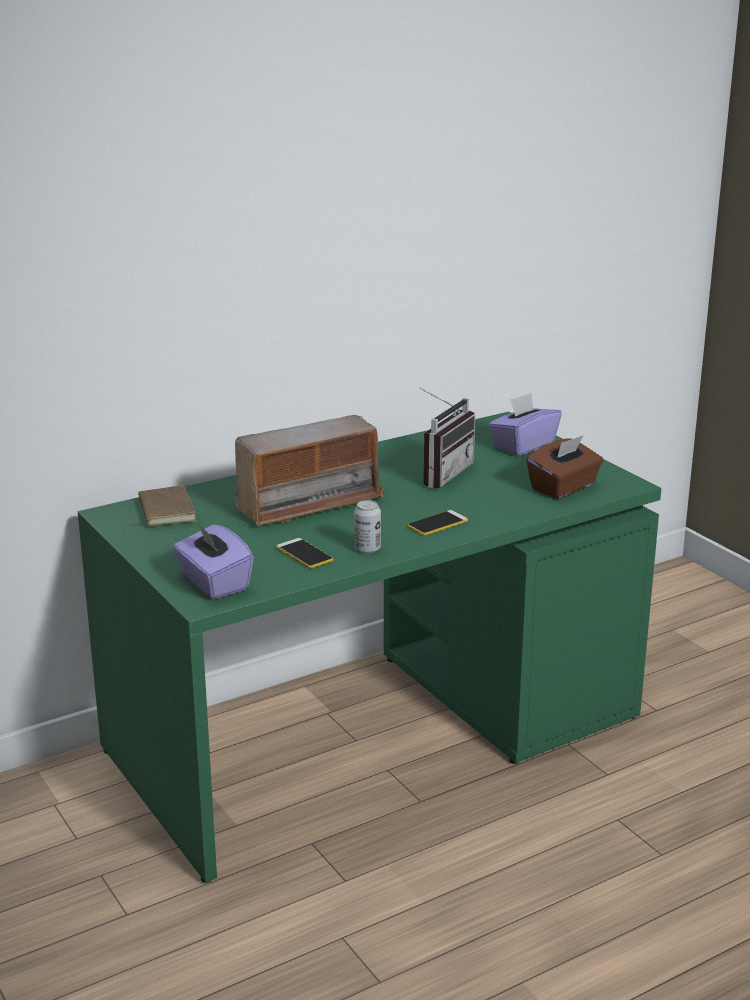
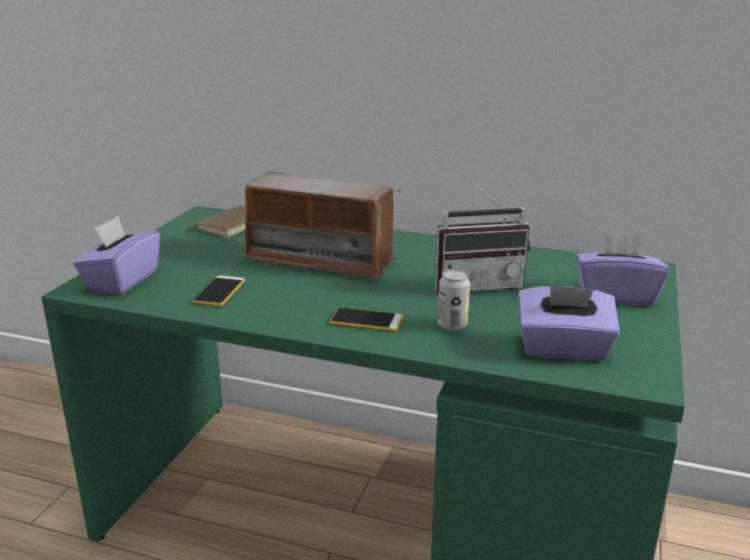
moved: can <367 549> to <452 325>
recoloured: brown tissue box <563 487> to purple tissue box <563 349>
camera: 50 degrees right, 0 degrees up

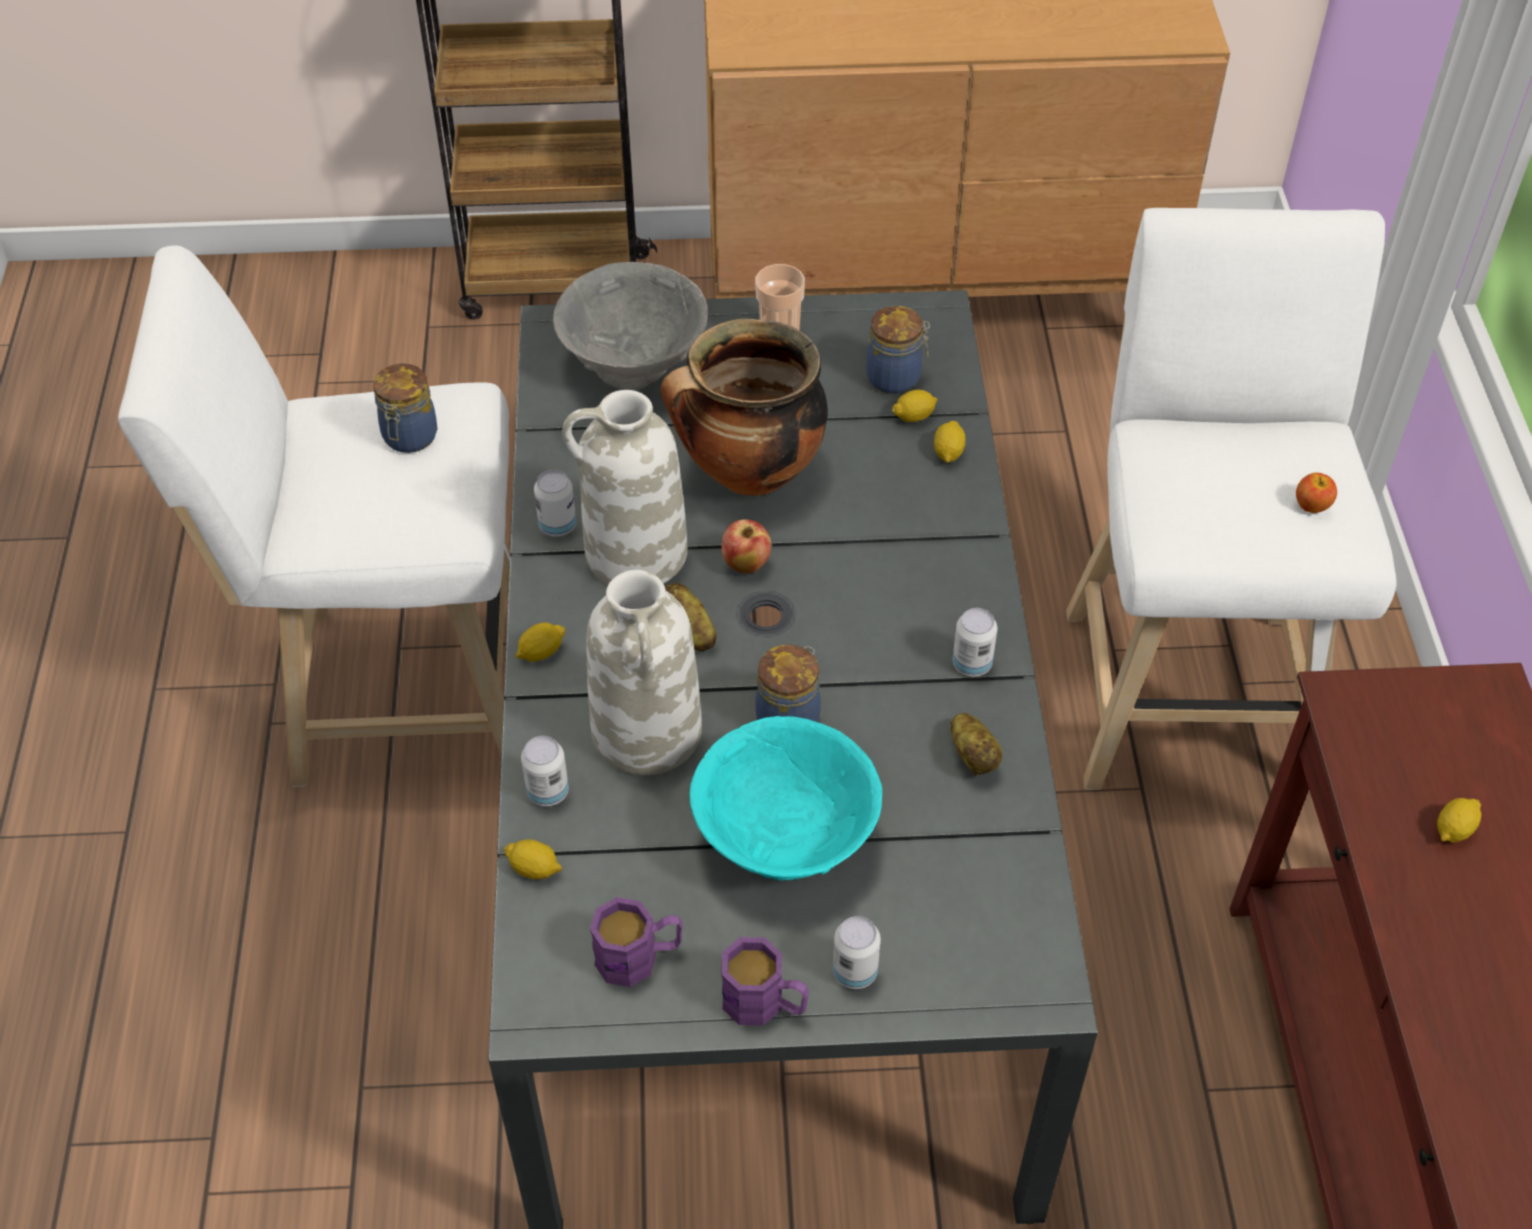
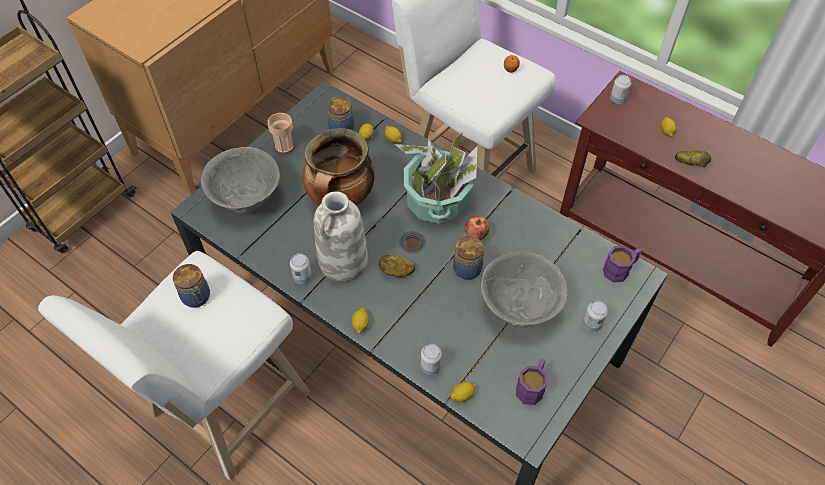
removed: white vase <648 733>
added: potted plant <437 201>
moved: apple <745 564> to <476 235>; purple mug <765 1004> to <620 269>; potato <974 755> to <690 163>; can <972 664> to <617 99>
recoloured: turquoise bowl <785 840> to grey bowl <519 306>
camera: 50 degrees left, 5 degrees up

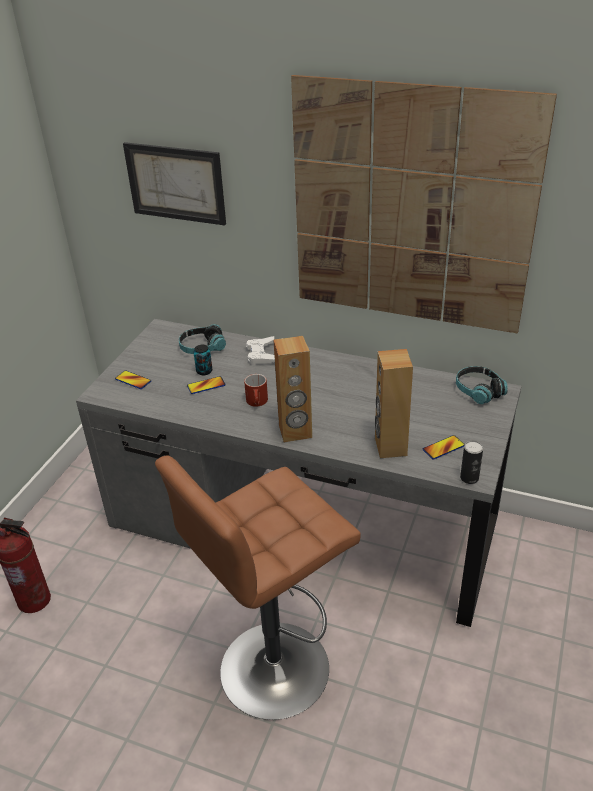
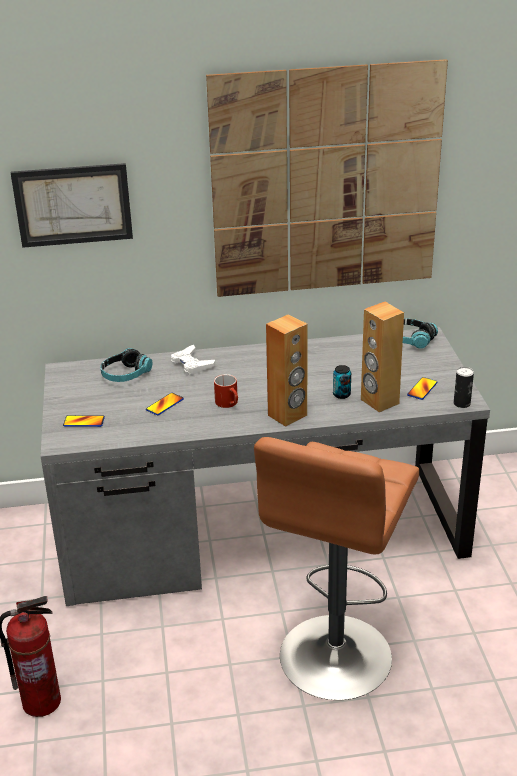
moved: can <204 371> to <341 394>
camera: 30 degrees left, 5 degrees down

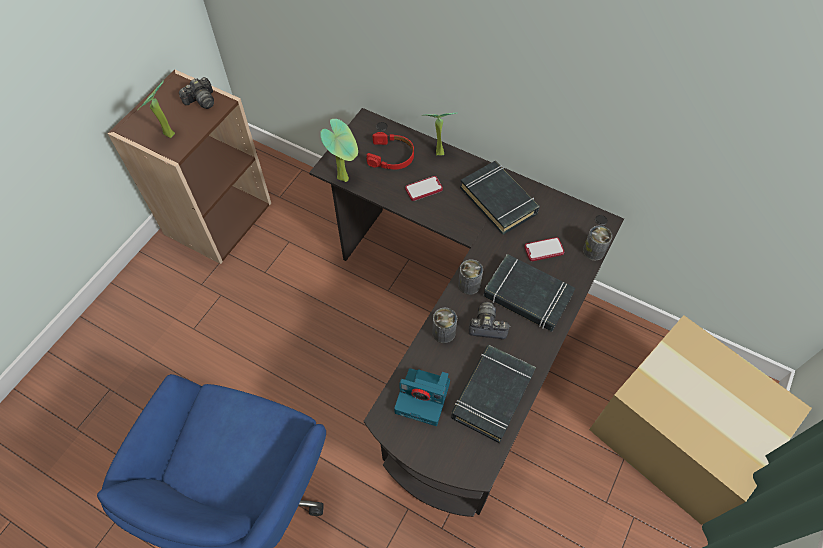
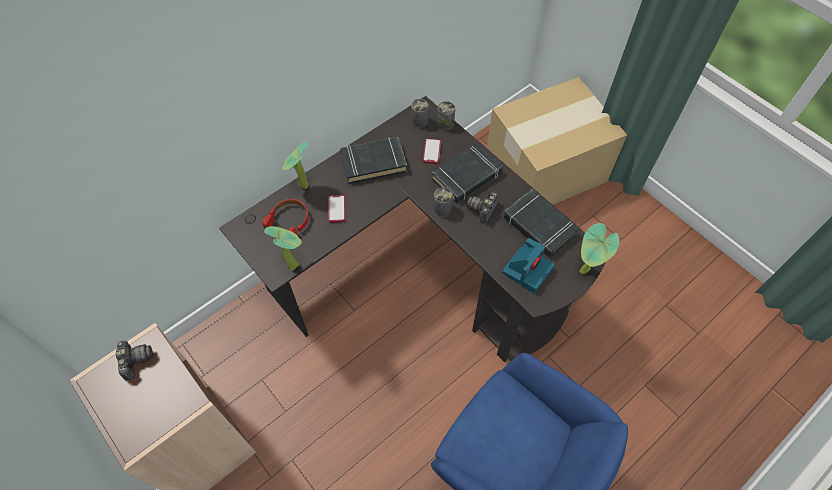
moved: potted plant <166 135> to <585 272>; can <443 332> to <419 121>
camera: 70 degrees left, 0 degrees up

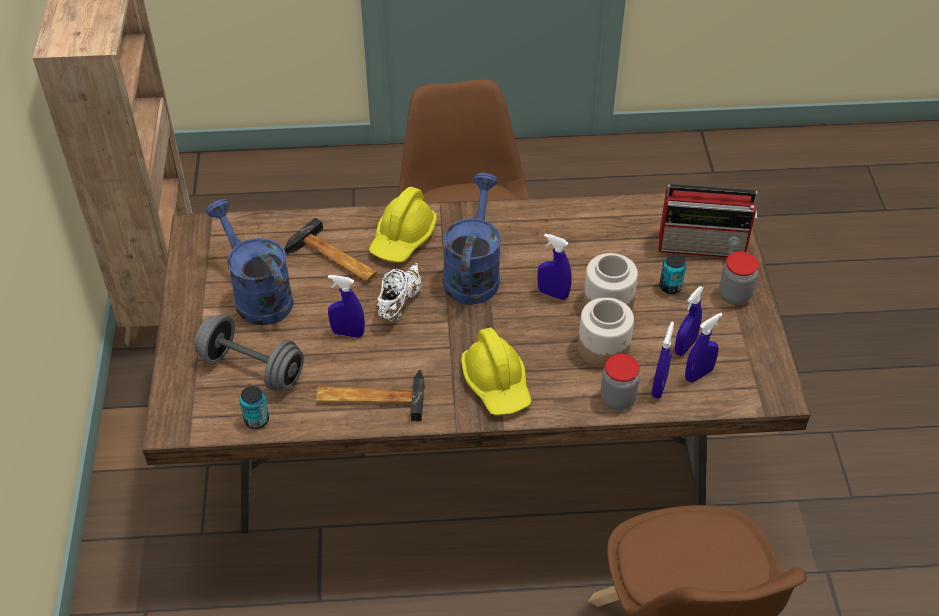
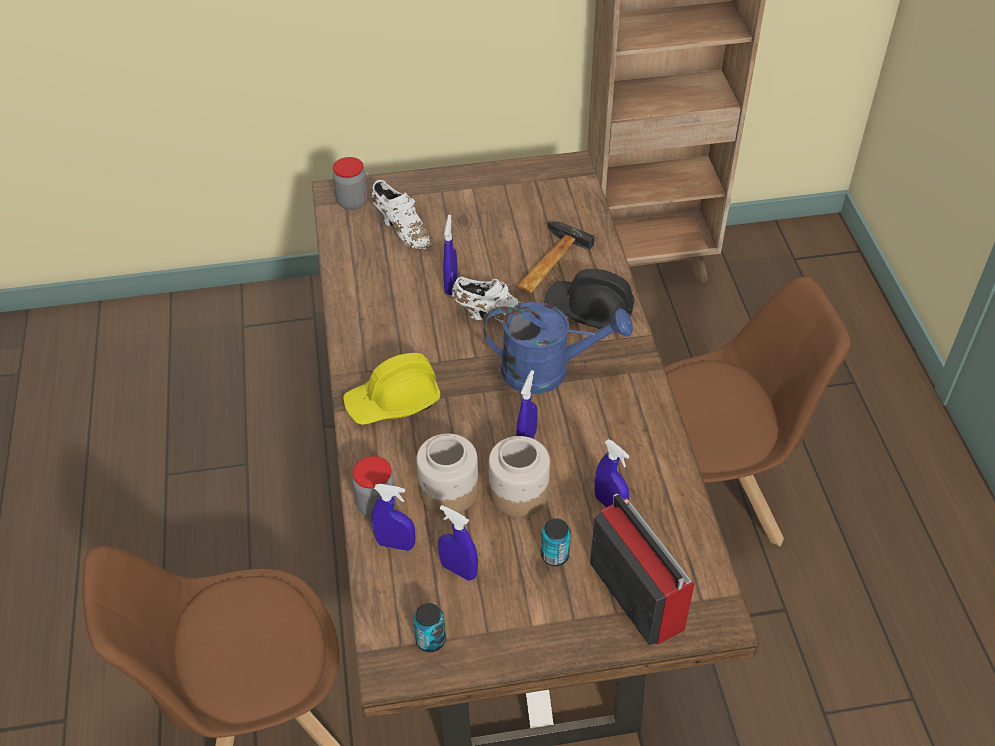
removed: blue watering can <257 295>; hammer <370 397>
moved: can <256 420> to <430 640>; blue spray bottle <698 374> to <610 505>; jar <734 295> to <352 202>
replaced: grey dumbbell <252 368> to white shoe <402 229>
recoloured: yellow hard hat <403 238> to black hard hat <589 310>
turned: radio <703 245> = <635 592> 150 degrees clockwise
camera: 85 degrees right, 0 degrees up

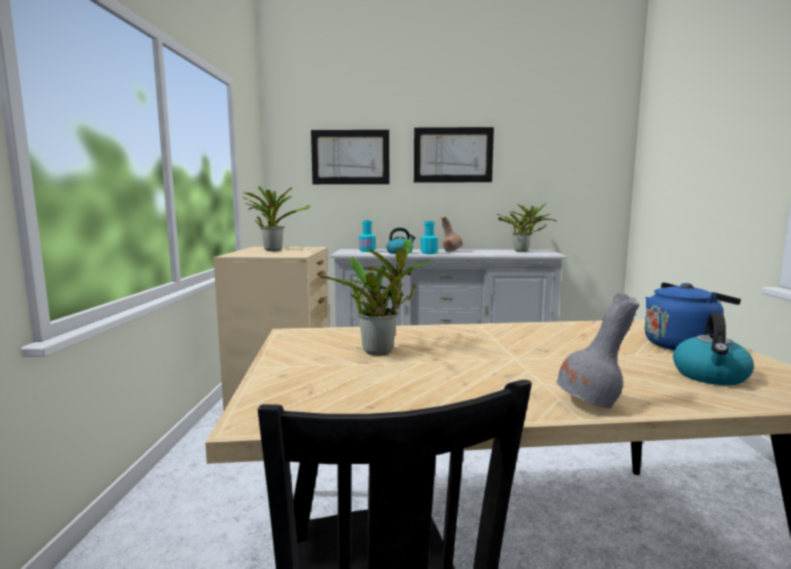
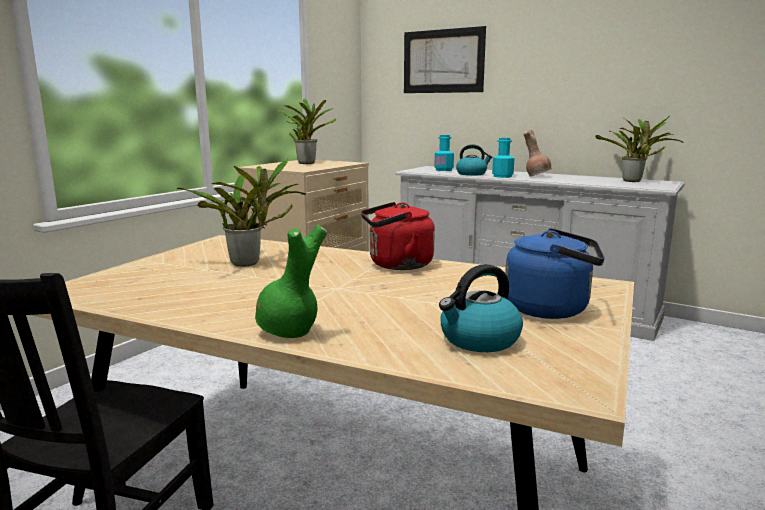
removed: picture <453 155>
added: red kettle <397 265>
recoloured: grey vase <590 404> to green vase <289 332>
camera: 30 degrees right, 5 degrees up

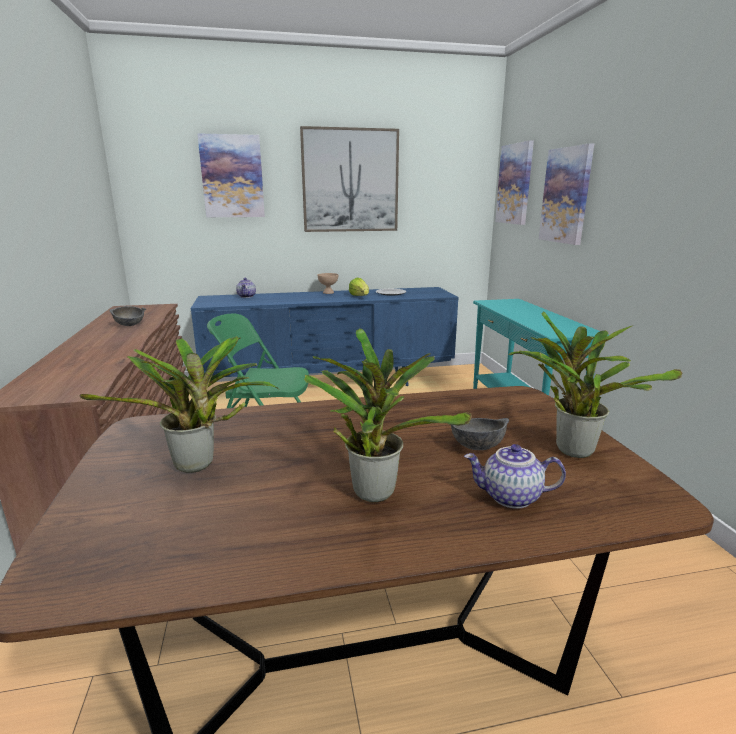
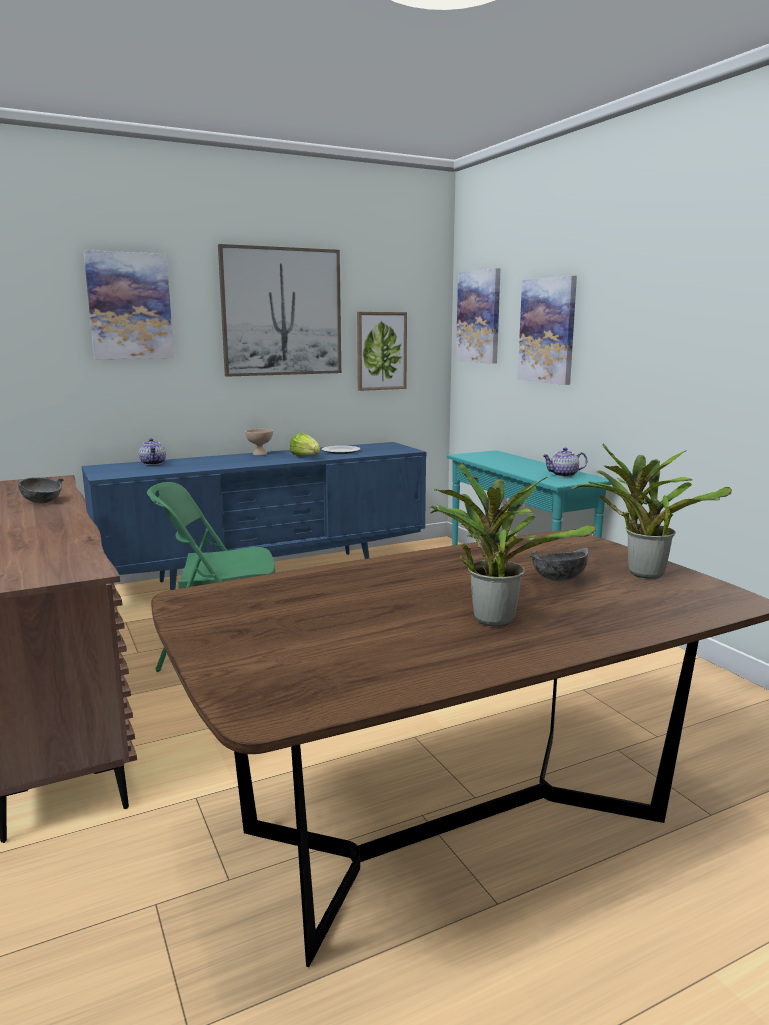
removed: potted plant <199 466>
added: picture <381 351>
moved: teapot <510 497> to <563 475>
camera: 15 degrees left, 5 degrees down

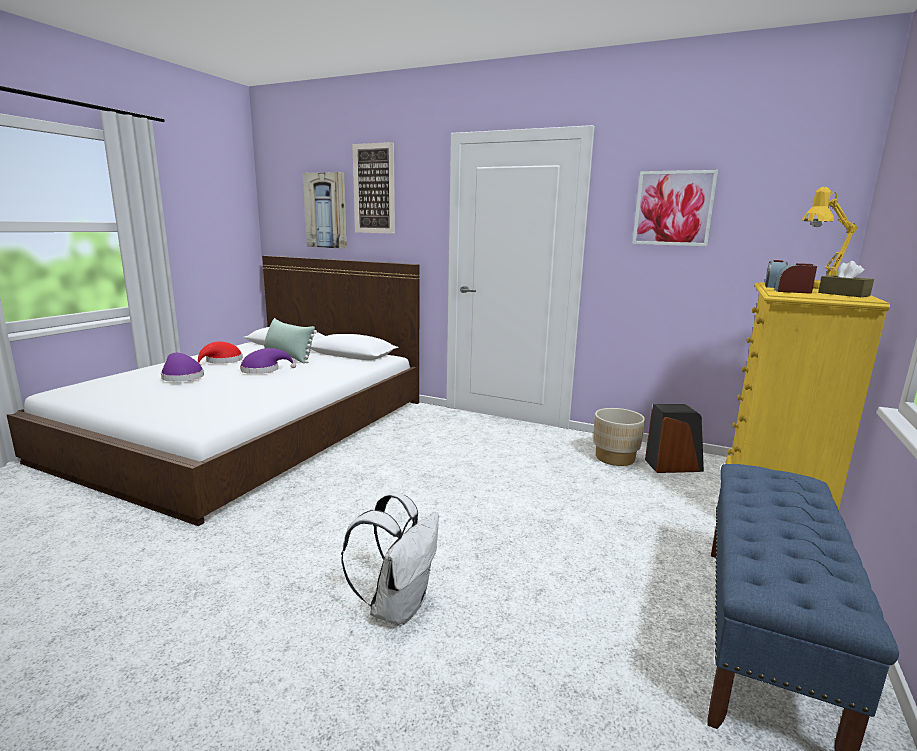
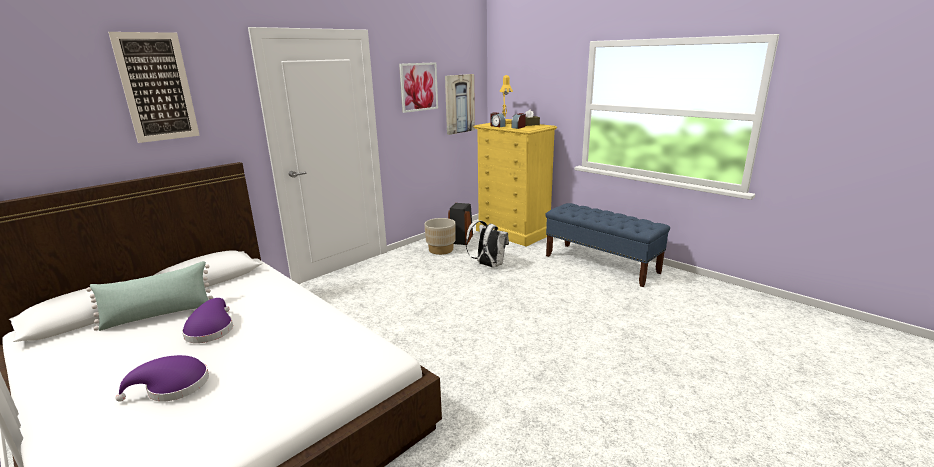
removed: red hat <222 361>
moved: picture <326 210> to <459 104>; white backpack <397 606> to <488 265>
camera: 70 degrees left, 5 degrees up

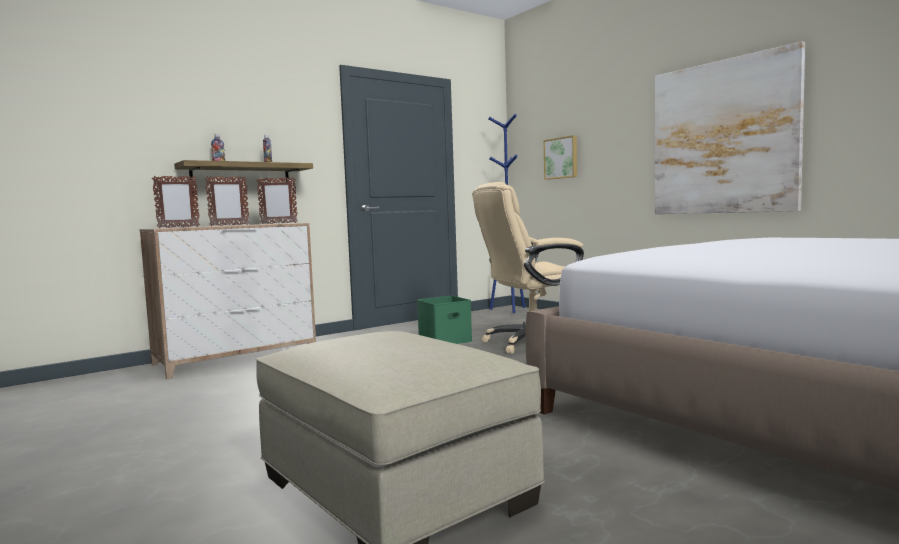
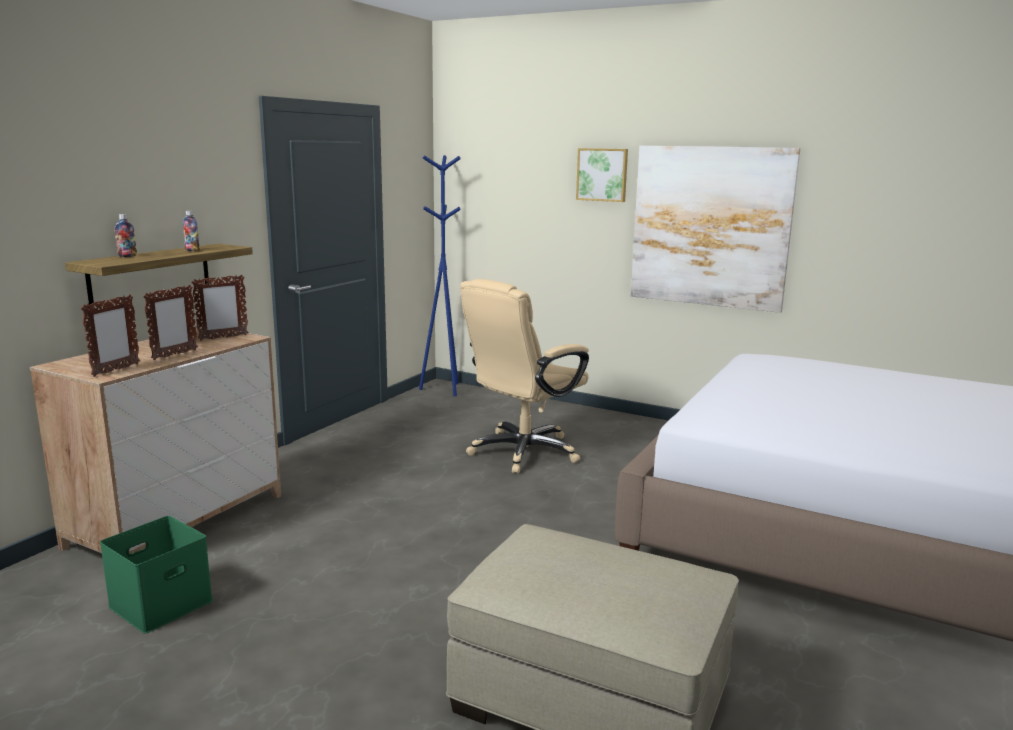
moved: green storage box <445 340> to <161 602>; picture <561 158> to <602 174>
camera: 25 degrees left, 10 degrees up

